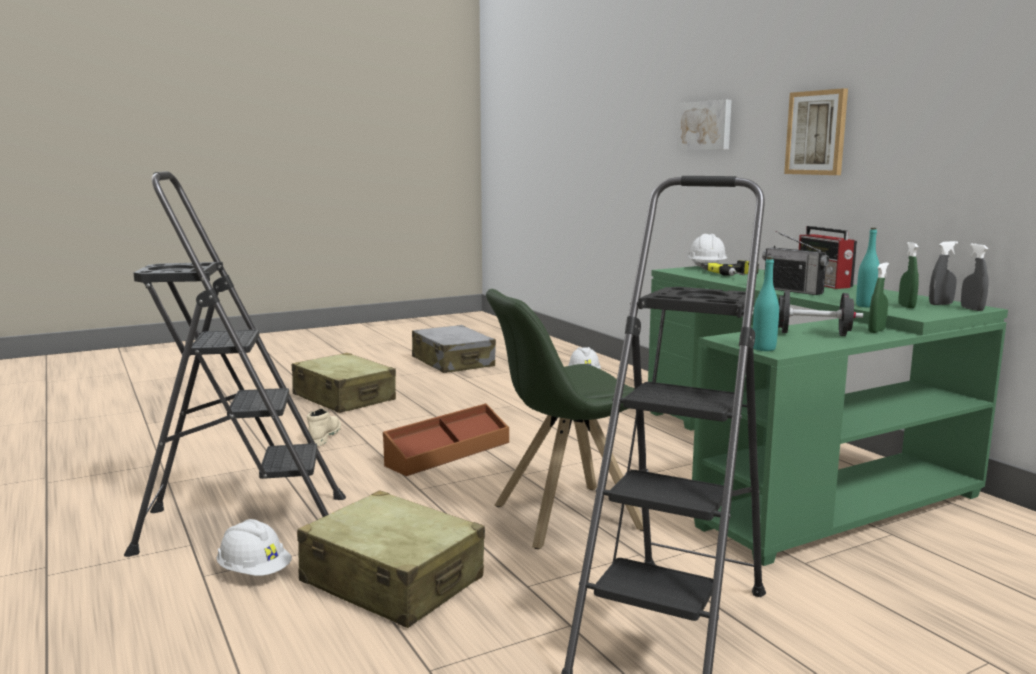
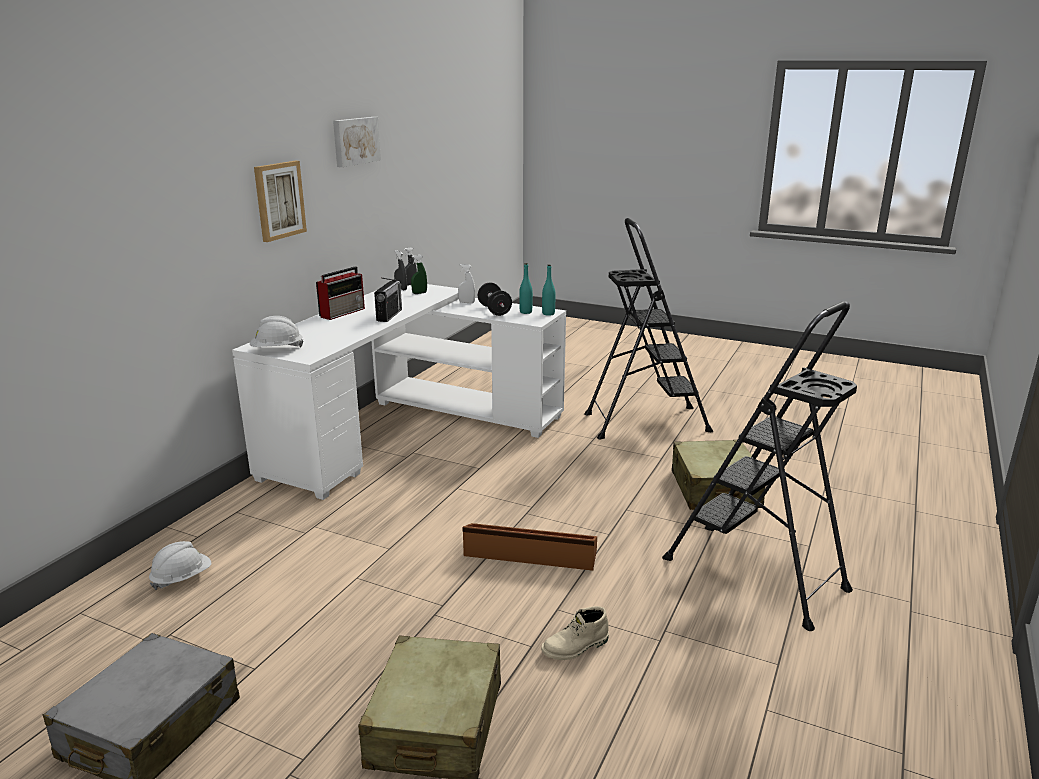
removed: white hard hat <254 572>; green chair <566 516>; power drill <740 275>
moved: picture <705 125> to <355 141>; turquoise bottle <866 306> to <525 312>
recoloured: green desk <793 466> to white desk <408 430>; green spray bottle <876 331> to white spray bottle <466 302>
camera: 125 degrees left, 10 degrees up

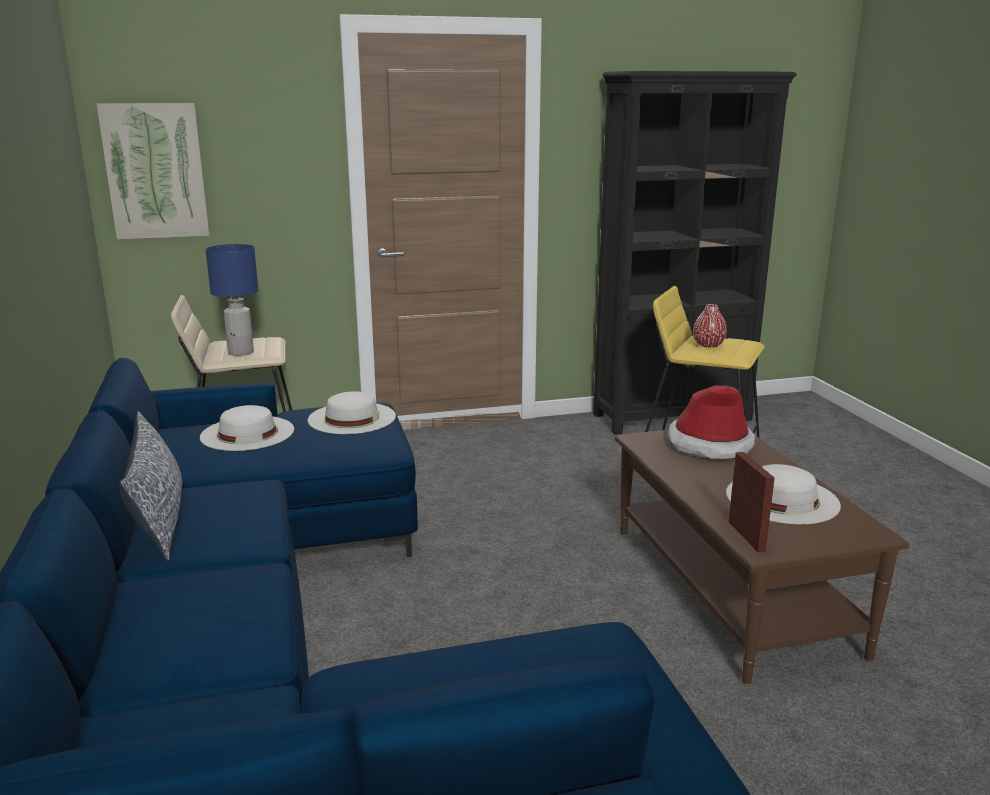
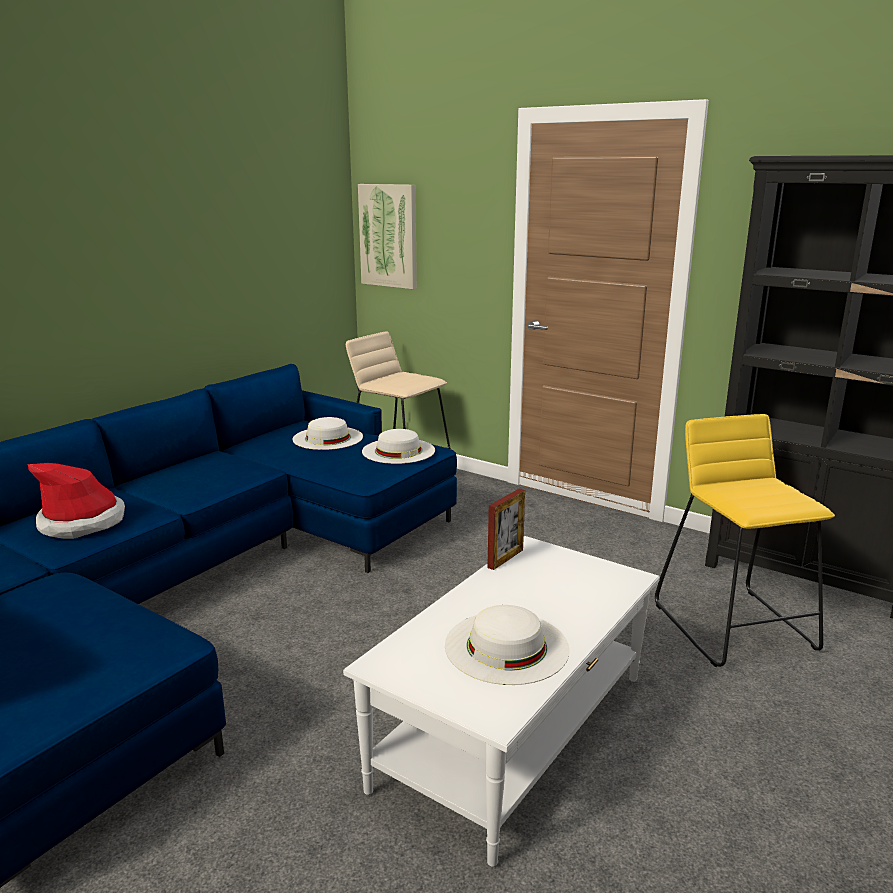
removed: pillow <159 516>; blue table lamp <241 352>; red vase <708 345>
moved: hat <710 445> to <82 522>; picture frame <746 536> to <505 558>
recoloured: brown coffee table <730 589> to white coffee table <514 730>
camera: 50 degrees right, 0 degrees up

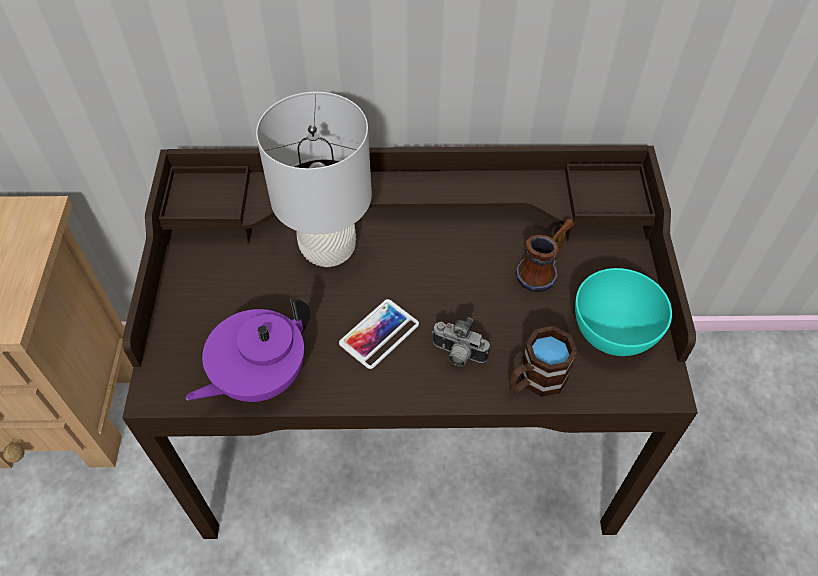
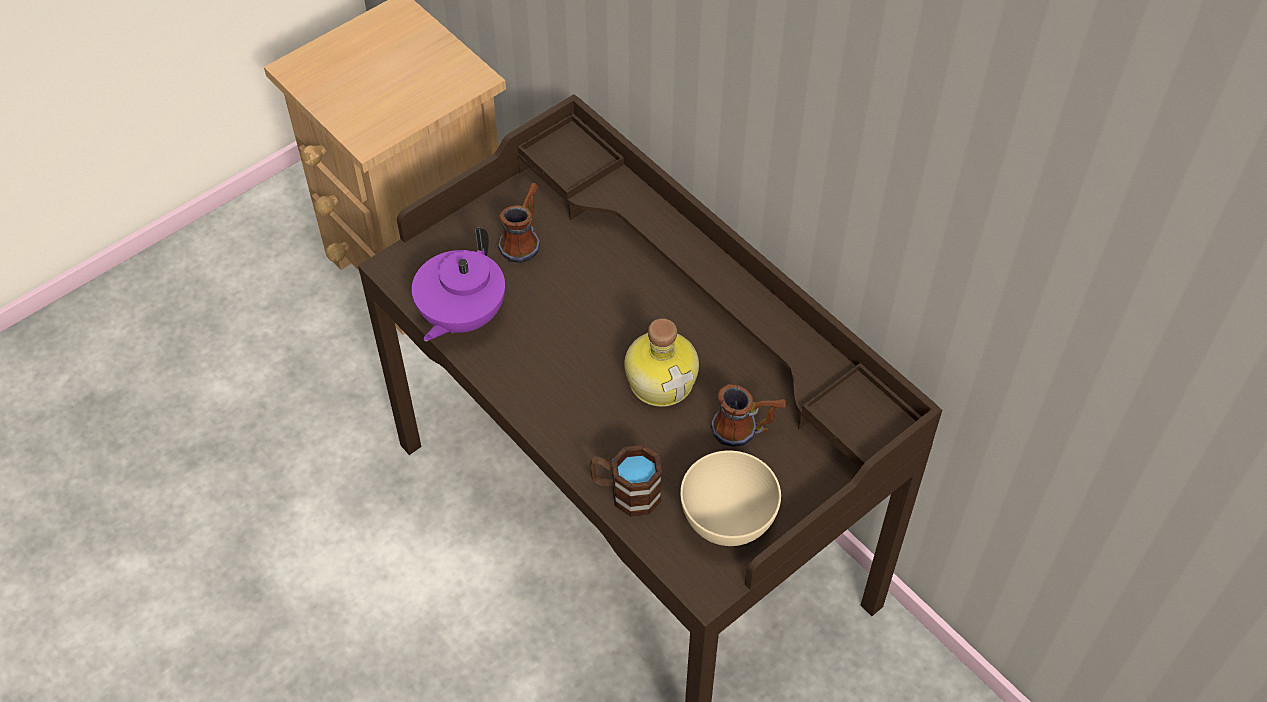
removed: grey table lamp <330 249>; phone <379 334>; photo camera <457 355>
added: mug <524 239>; bottle <662 379>
recoloured: turquoise bowl <612 333> to beige bowl <727 519>
turned: purple teapot <259 377> = <461 316> 75 degrees counterclockwise
camera: 50 degrees right, 0 degrees up

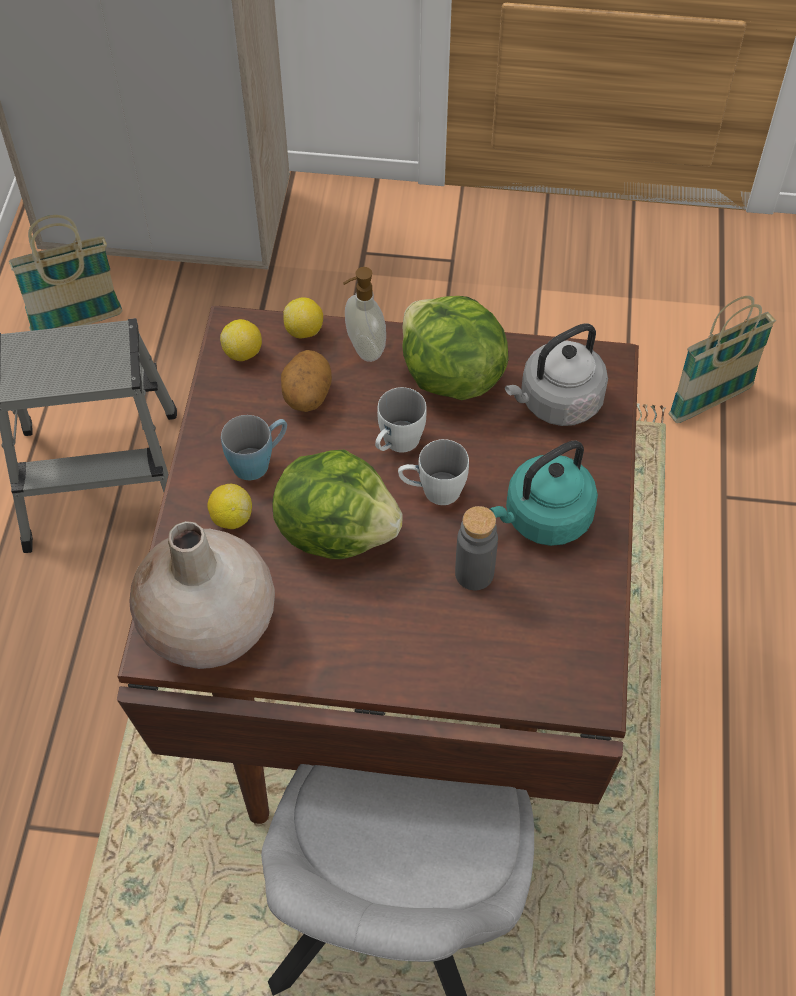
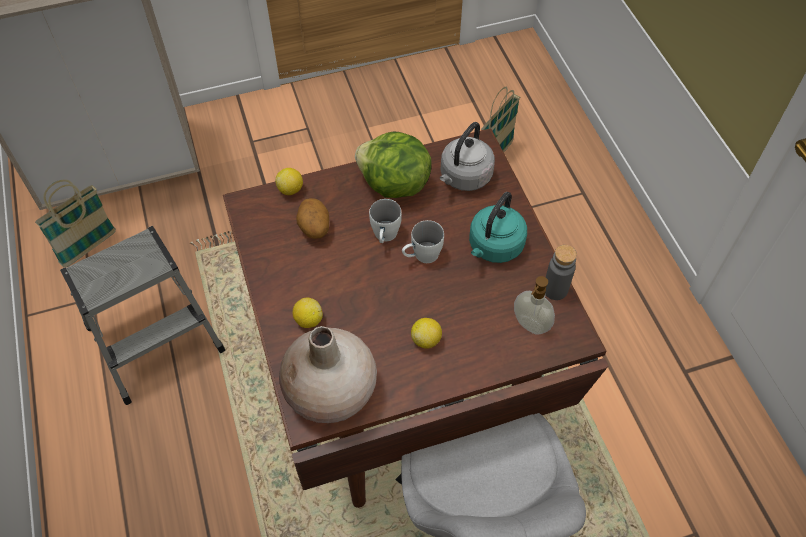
removed: blue mug <259 461>; lettuce <336 530>
moved: lemon <243 353> to <426 340>; soap dispenser <364 348> to <530 325>; grey bottle <474 573> to <555 289>
camera: 25 degrees left, 0 degrees up

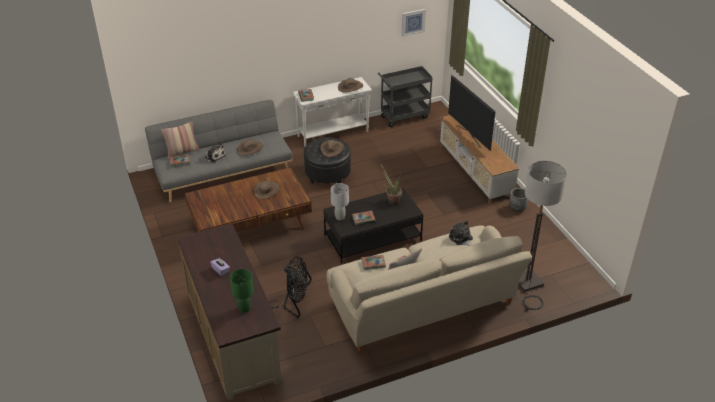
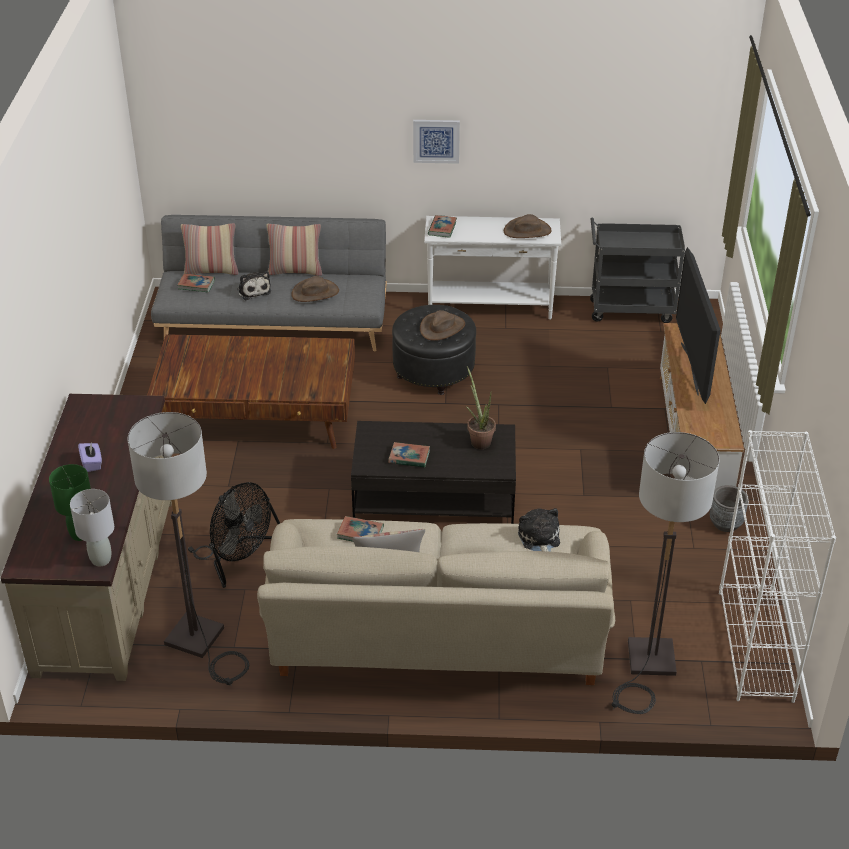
removed: brown hat <267 190>
added: floor lamp <204 646>; pillow <295 271>; white bookcase <756 646>
moved: grey table lamp <340 217> to <101 560>; picture <413 22> to <436 140>
camera: 25 degrees right, 0 degrees up

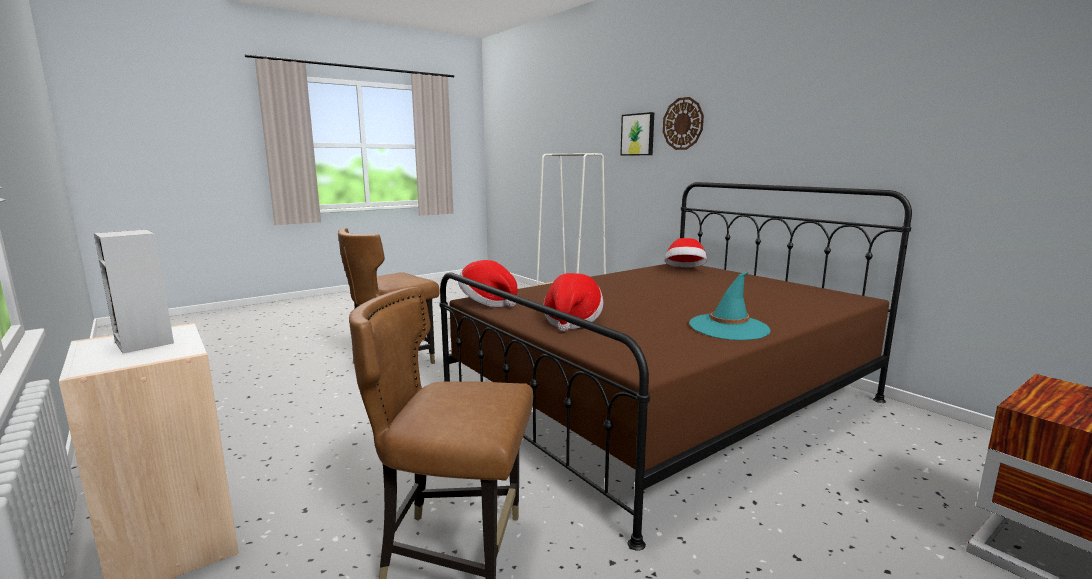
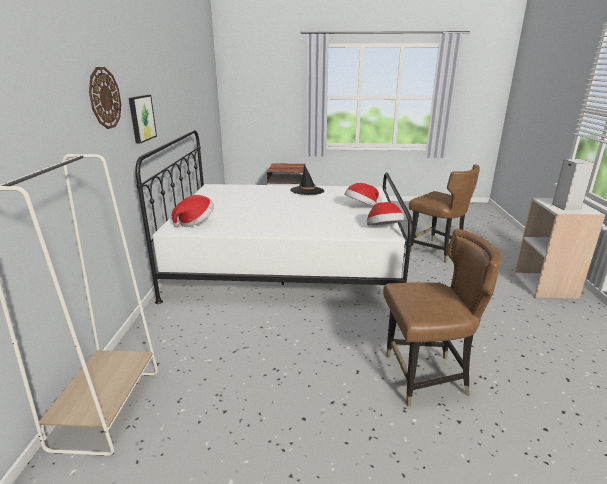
moved: picture <638 134> to <141 118>
recoloured: brown bed <663 400> to white bed <286 264>; turquoise hat <729 327> to black hat <307 191>
camera: 140 degrees left, 10 degrees up

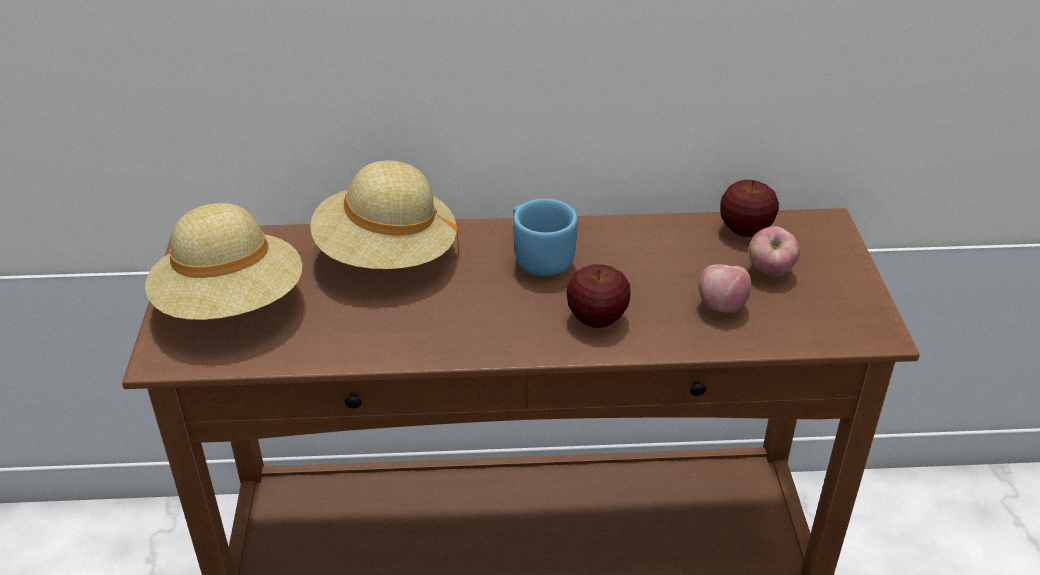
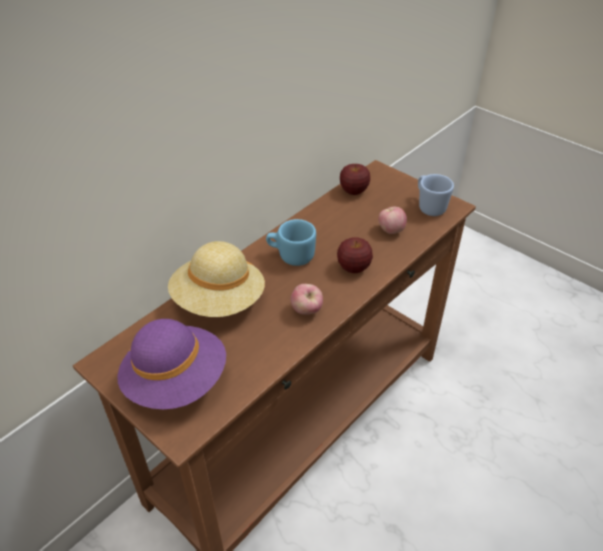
added: blue mug <429 206>
moved: apple <770 272> to <306 310>
recoloured: beige hat <231 305> to purple hat <176 381>
camera: 45 degrees left, 5 degrees up

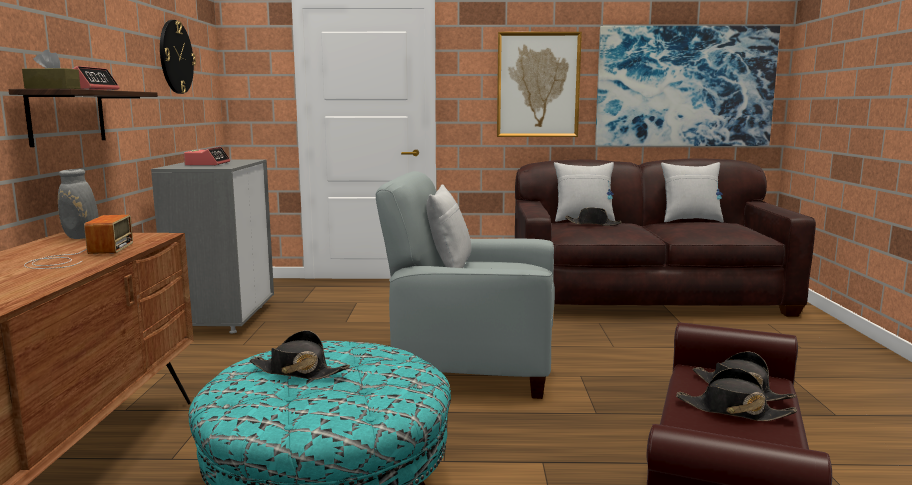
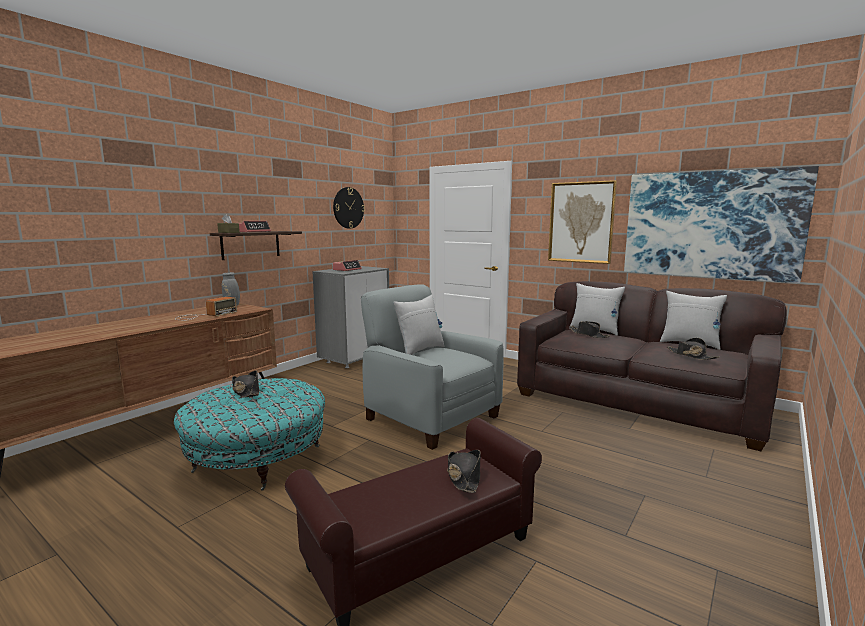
moved: black hat <733 410> to <691 355>
camera: 35 degrees right, 0 degrees up

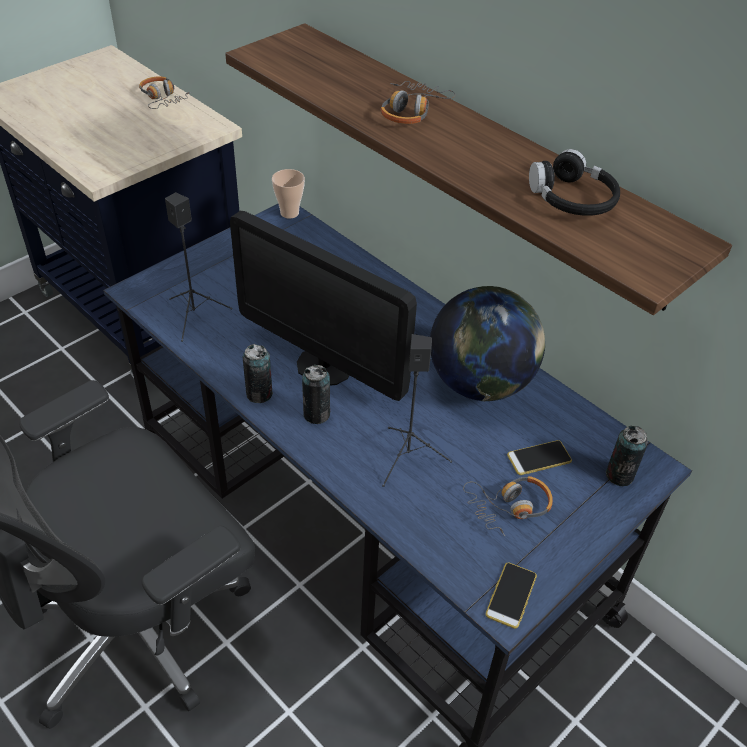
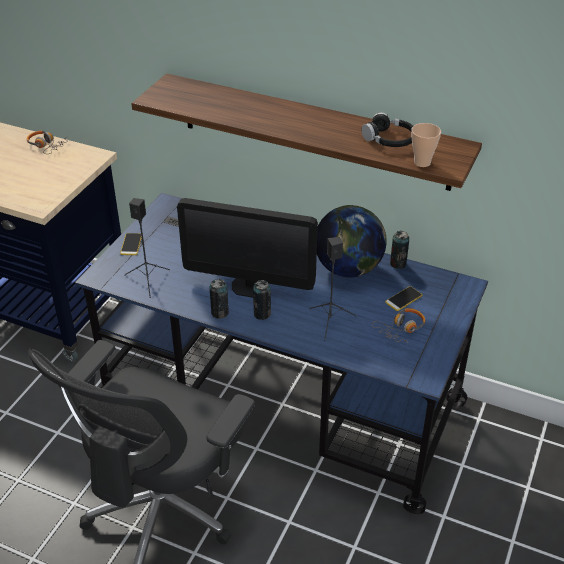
removed: headphones <412 111>
moved: cup <289 213> to <422 162>; phone <511 595> to <131 244>; can <619 475> to <398 264>
camera: 20 degrees left, 5 degrees down

